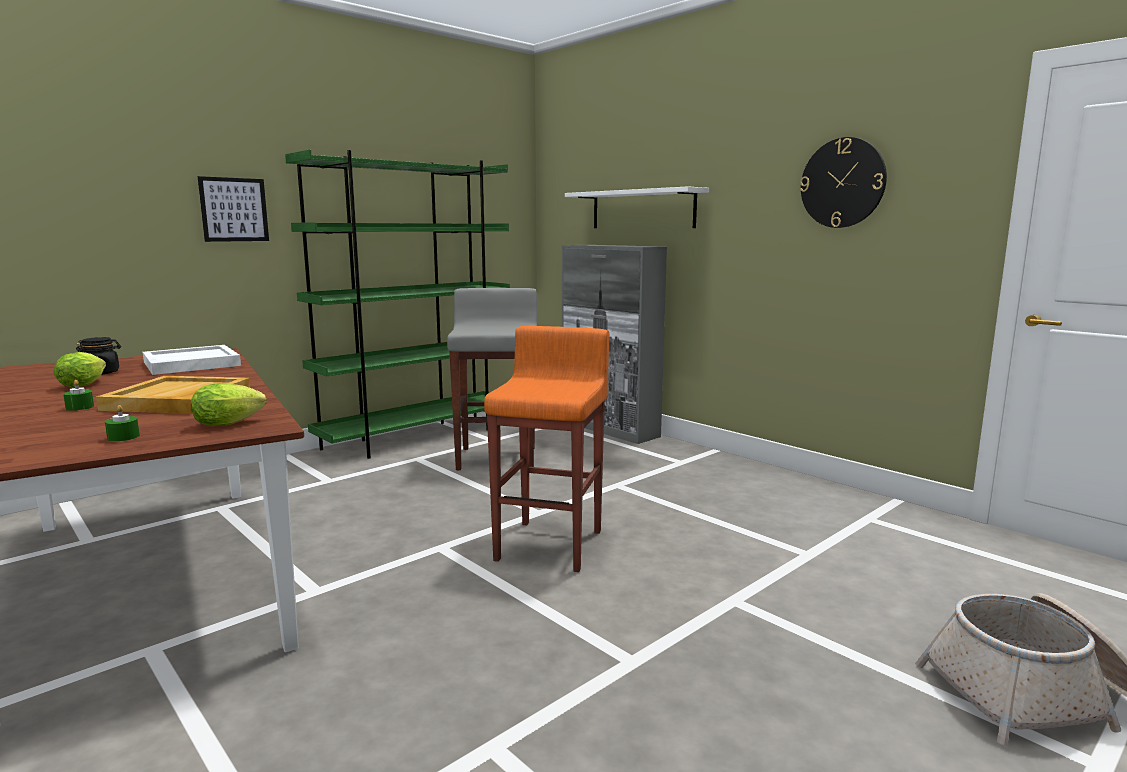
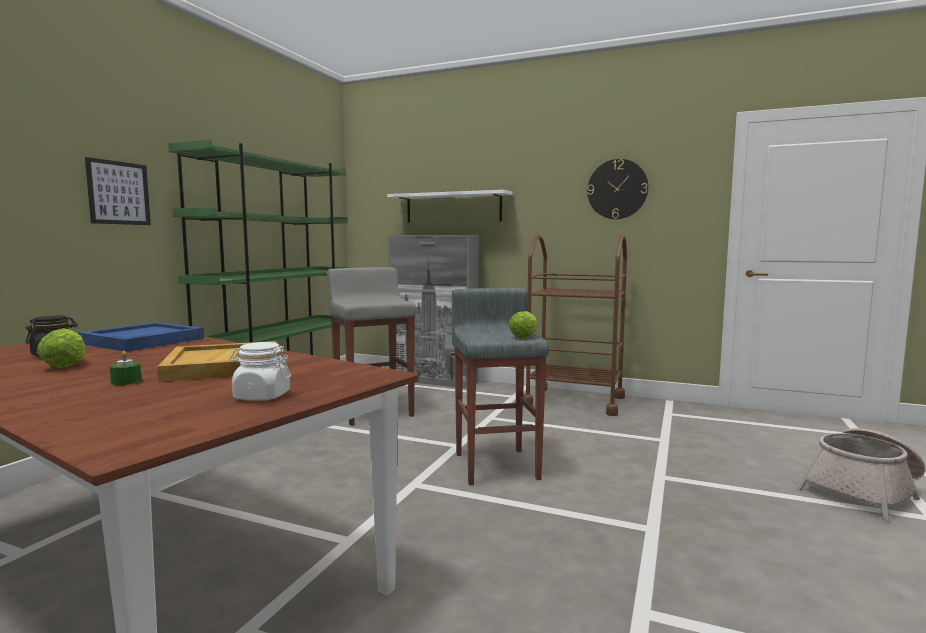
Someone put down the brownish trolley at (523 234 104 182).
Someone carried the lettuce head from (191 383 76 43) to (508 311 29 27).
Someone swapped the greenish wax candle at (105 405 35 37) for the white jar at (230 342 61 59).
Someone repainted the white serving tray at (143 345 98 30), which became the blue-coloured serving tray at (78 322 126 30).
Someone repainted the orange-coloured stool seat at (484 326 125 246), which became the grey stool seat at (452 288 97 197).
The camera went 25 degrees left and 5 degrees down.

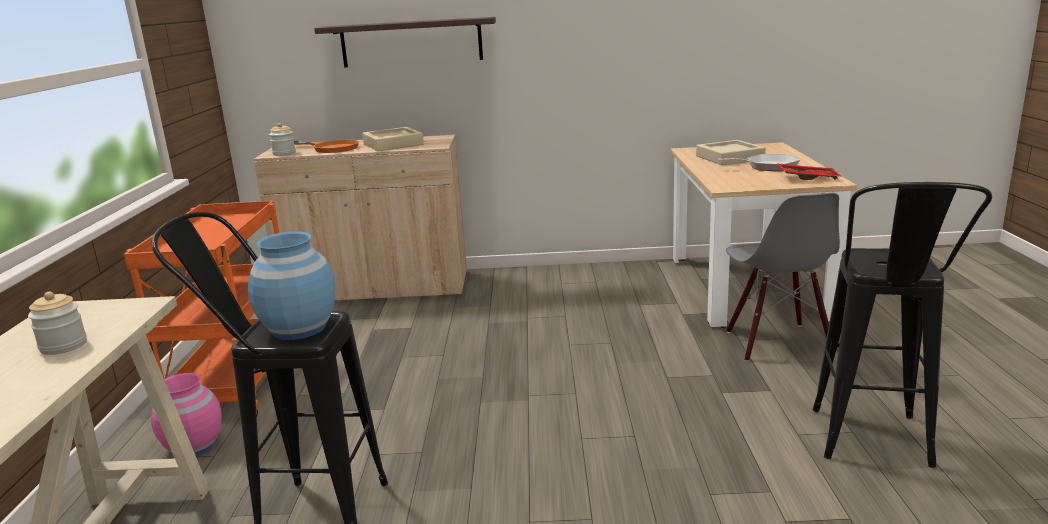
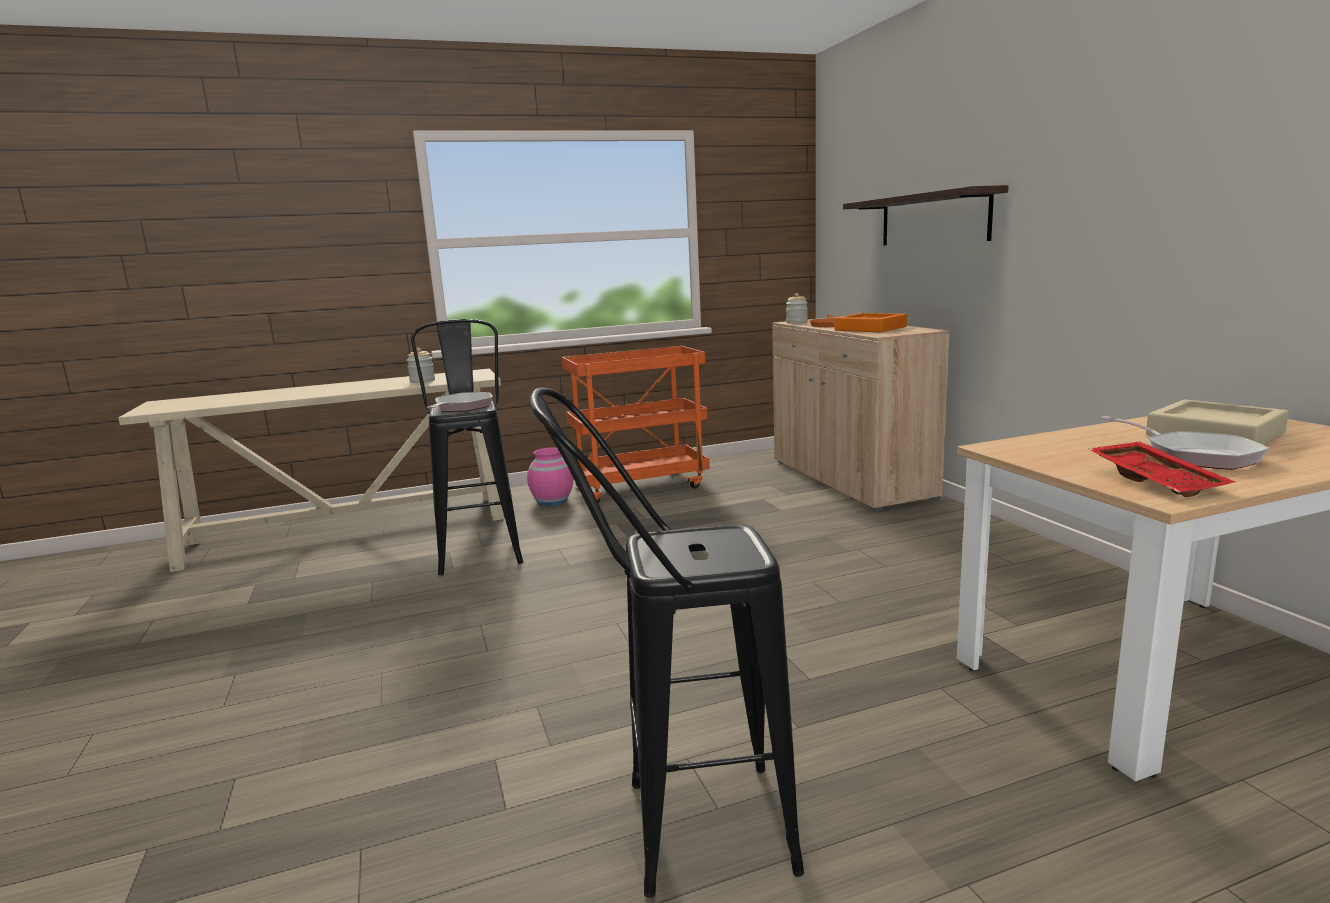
Someone took away the grey plain chair at (726 193 114 169).
Someone swapped the blue-coloured decorative vase at (248 231 87 109) for the frying pan at (427 392 66 20).
Someone repainted the beige serving tray at (362 127 62 24), which became the orange-coloured serving tray at (835 313 72 19).
The camera went 70 degrees right and 5 degrees down.

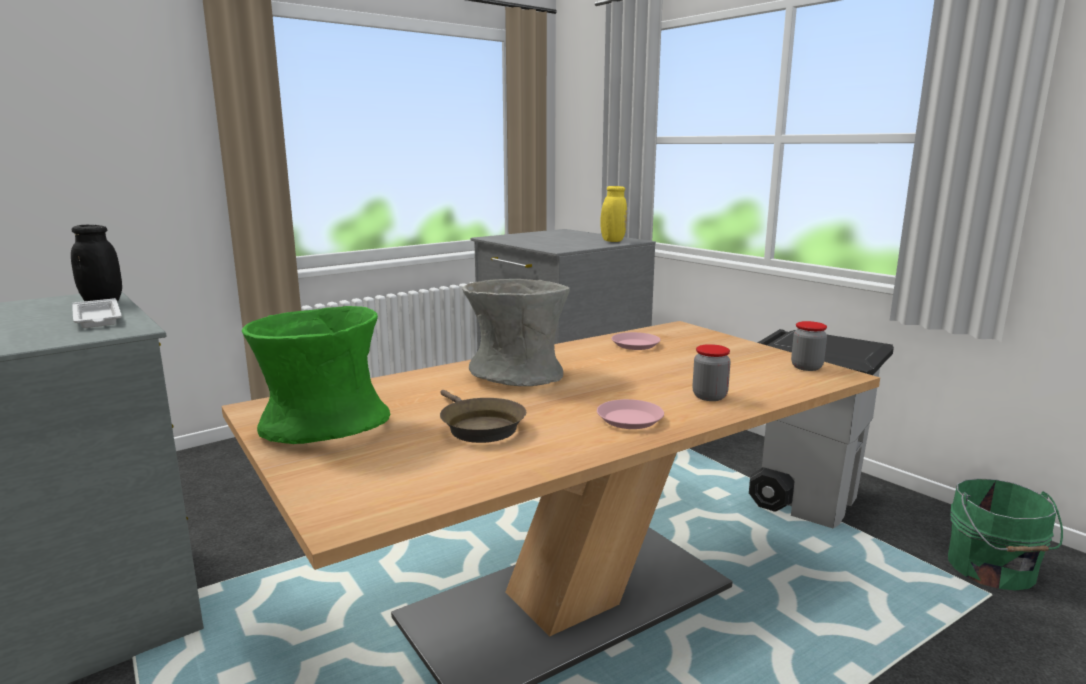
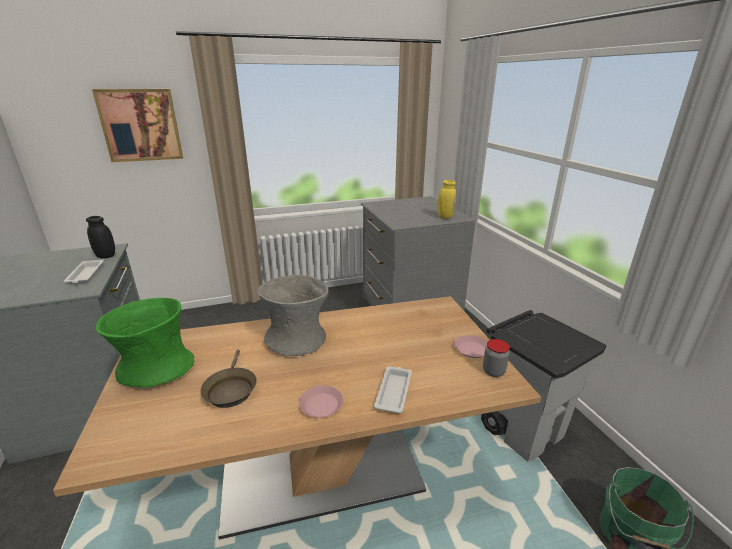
Someone put up the wall picture at (92 89 91 73).
Someone carried the pink-coloured dinner plate from (612 332 49 18) to (454 335 34 23).
Someone swapped the jar at (693 344 38 57) for the white serving tray at (374 366 38 47).
The camera went 20 degrees right and 10 degrees up.

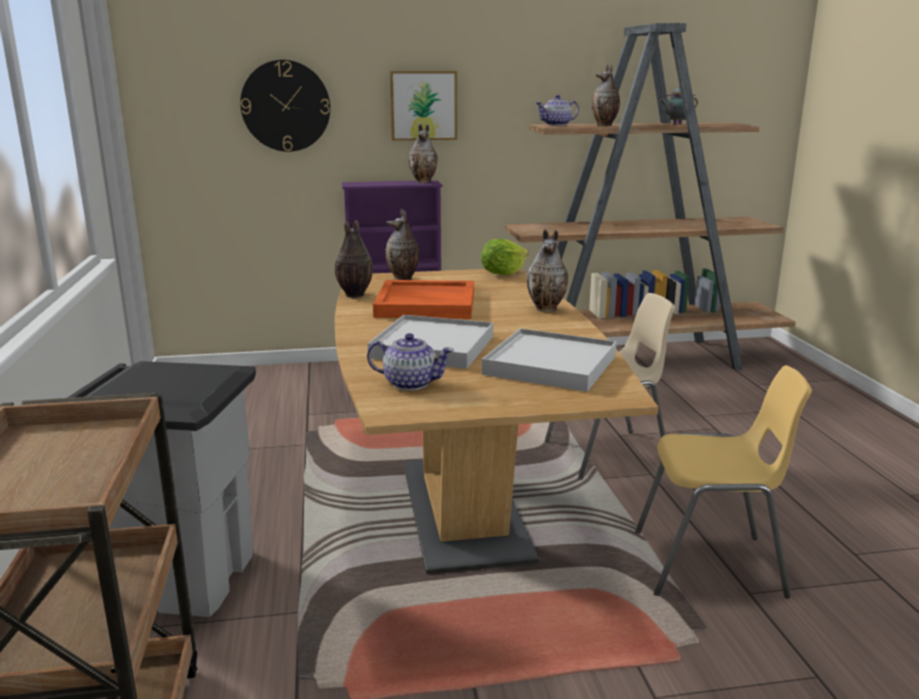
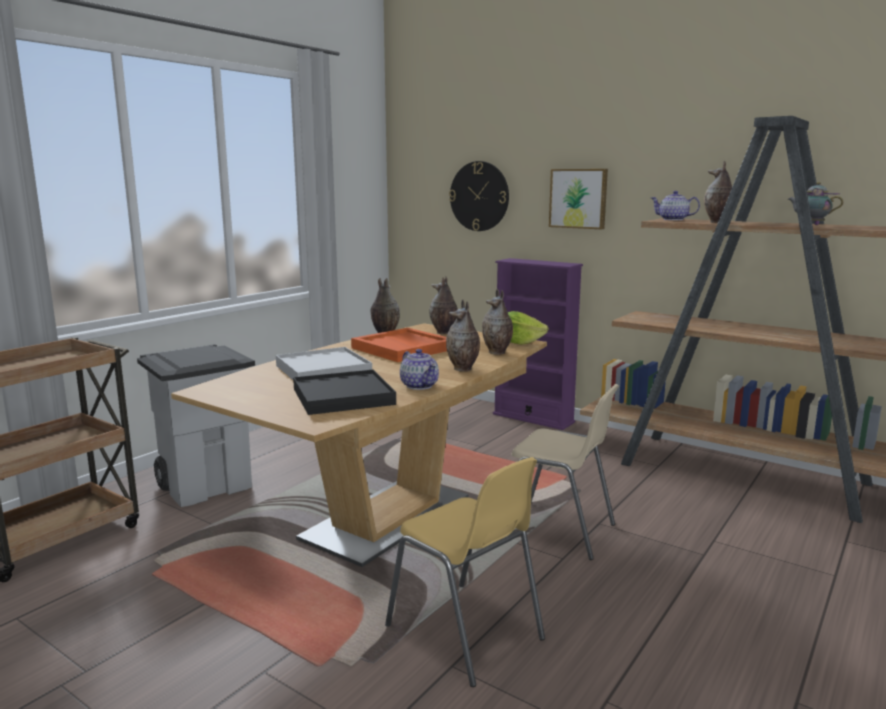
Someone carried the tea pot from (367 333 87 58) to (400 349 39 41).
Someone carried the decorative vase from (409 124 28 59) to (482 289 31 66).
Someone repainted the white serving tray at (482 328 135 64), which became the blackish serving tray at (293 370 103 45).
The camera went 45 degrees right and 5 degrees down.

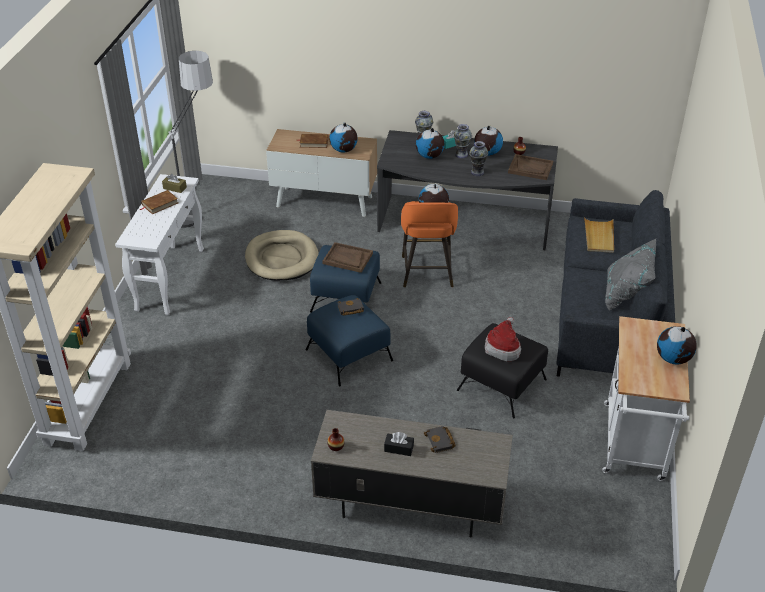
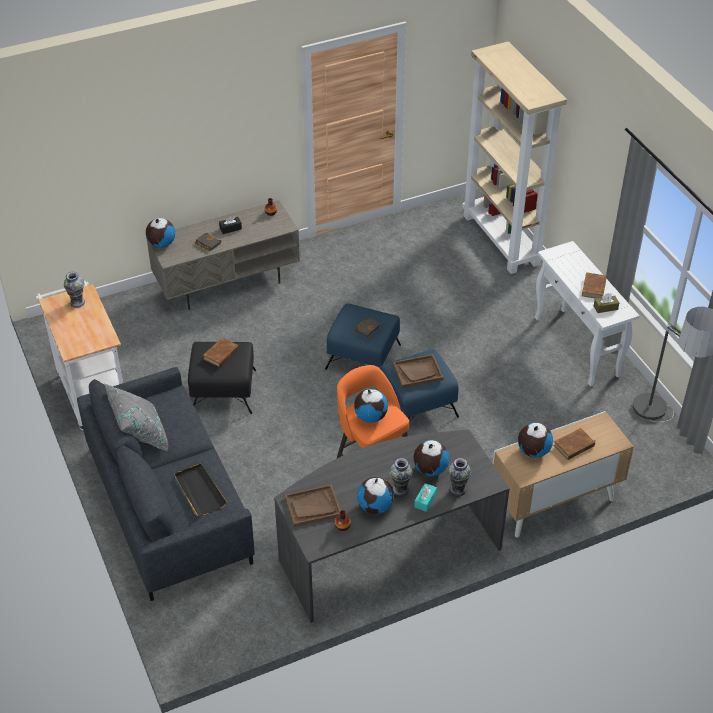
Someone took away the beige dog bed at (245 230 74 50).
Someone carried the decorative vase from (469 141 19 35) to (64 272 21 36).
Someone carried the world globe from (657 326 40 39) to (146 218 29 30).
Someone swapped the clothing hat at (485 317 36 44) for the brownish volume at (203 338 35 29).
Someone repainted the beige serving tray at (584 217 30 36), which became the blackish serving tray at (174 463 53 53).
The camera went 145 degrees right and 5 degrees up.

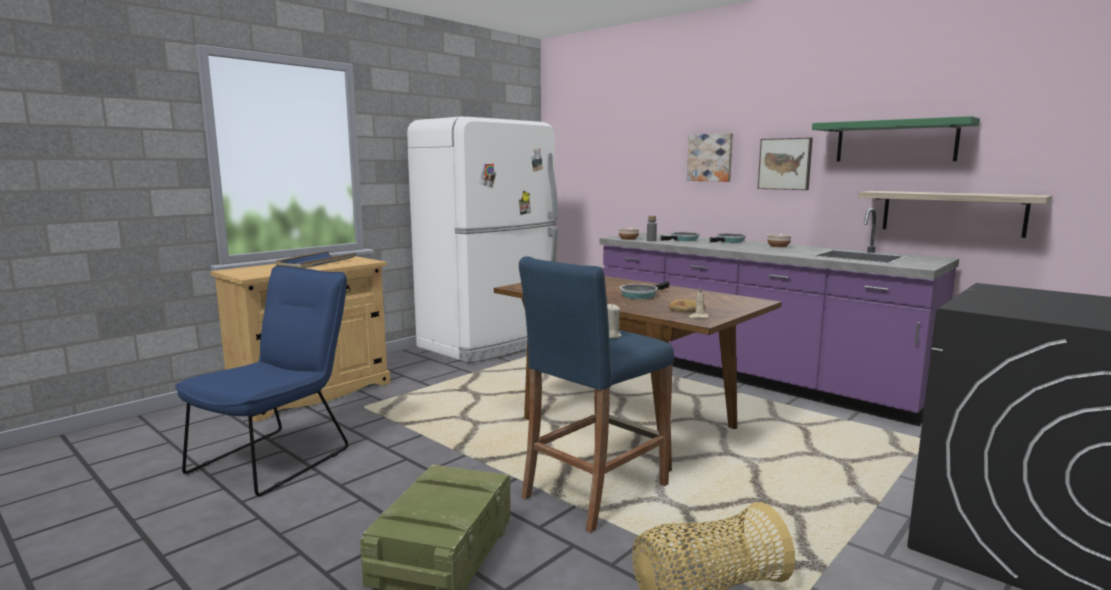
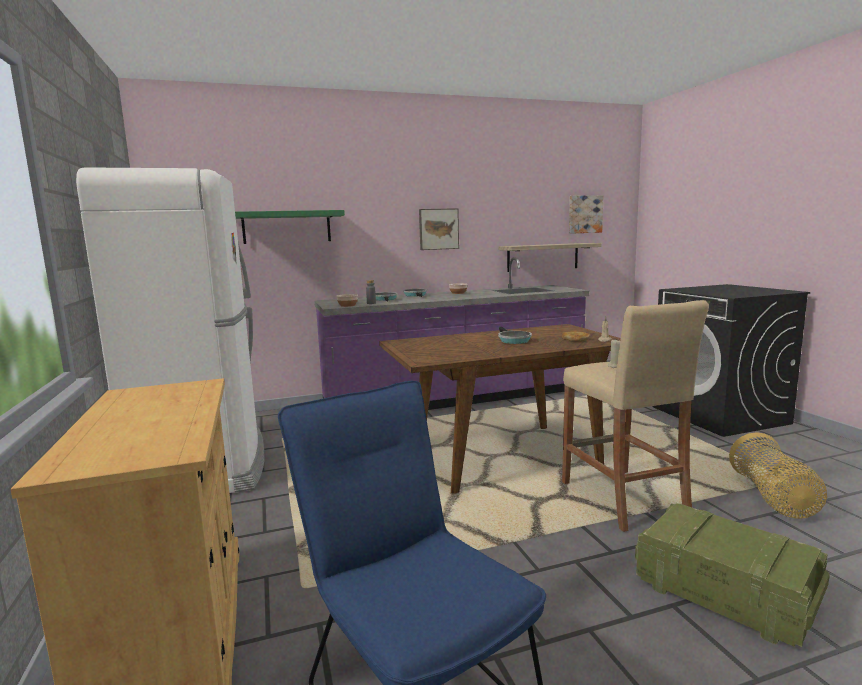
Someone took away the blue-coloured serving tray at (275 251 81 18).
Someone carried the wall picture from (687 133 46 49) to (569 195 34 39).
Someone carried the greenish shelf from (812 116 168 46) to (235 210 110 34).
Someone repainted the blue-coloured stool seat at (519 256 155 277), which became the beige stool seat at (562 300 147 232).
The camera went 60 degrees left and 0 degrees up.

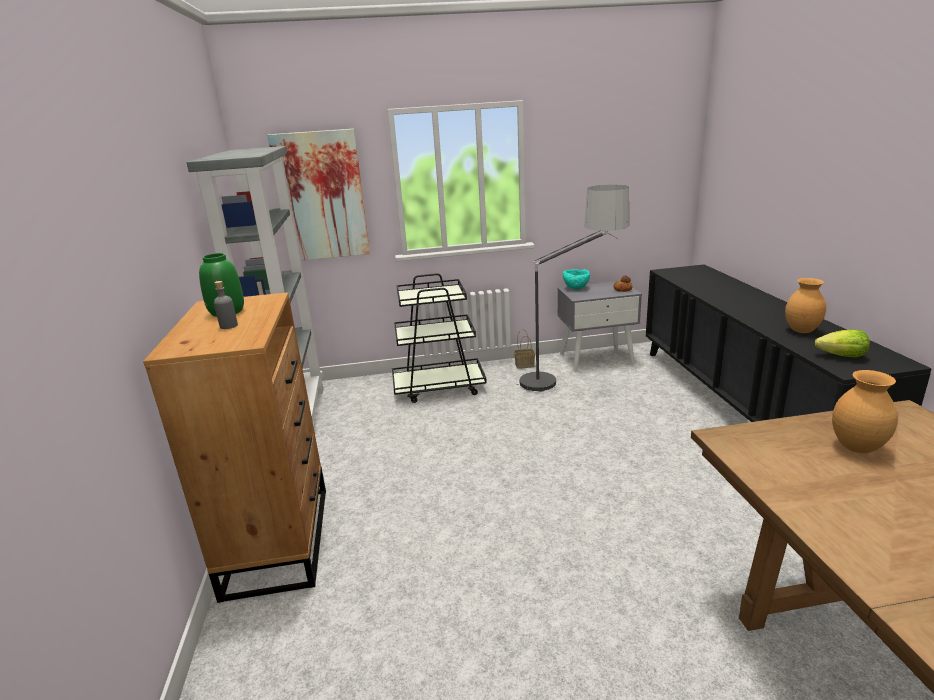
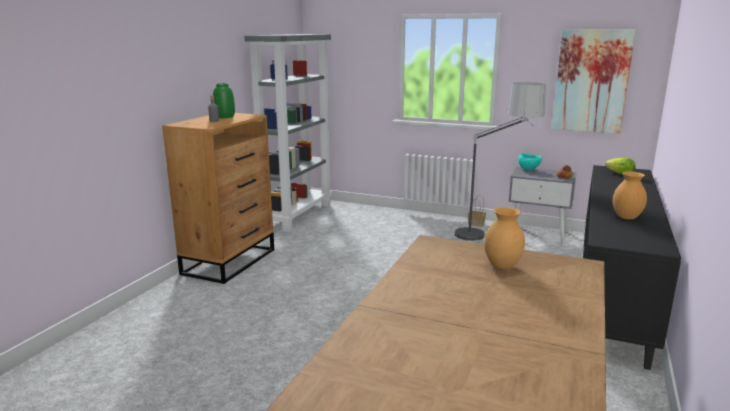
Someone took away the blackish trolley at (392 273 95 130).
Someone carried the wall picture from (268 129 102 132) to (552 30 84 104).
Someone carried the lettuce head from (815 330 55 28) to (605 158 31 16).
The camera went 30 degrees right and 5 degrees down.

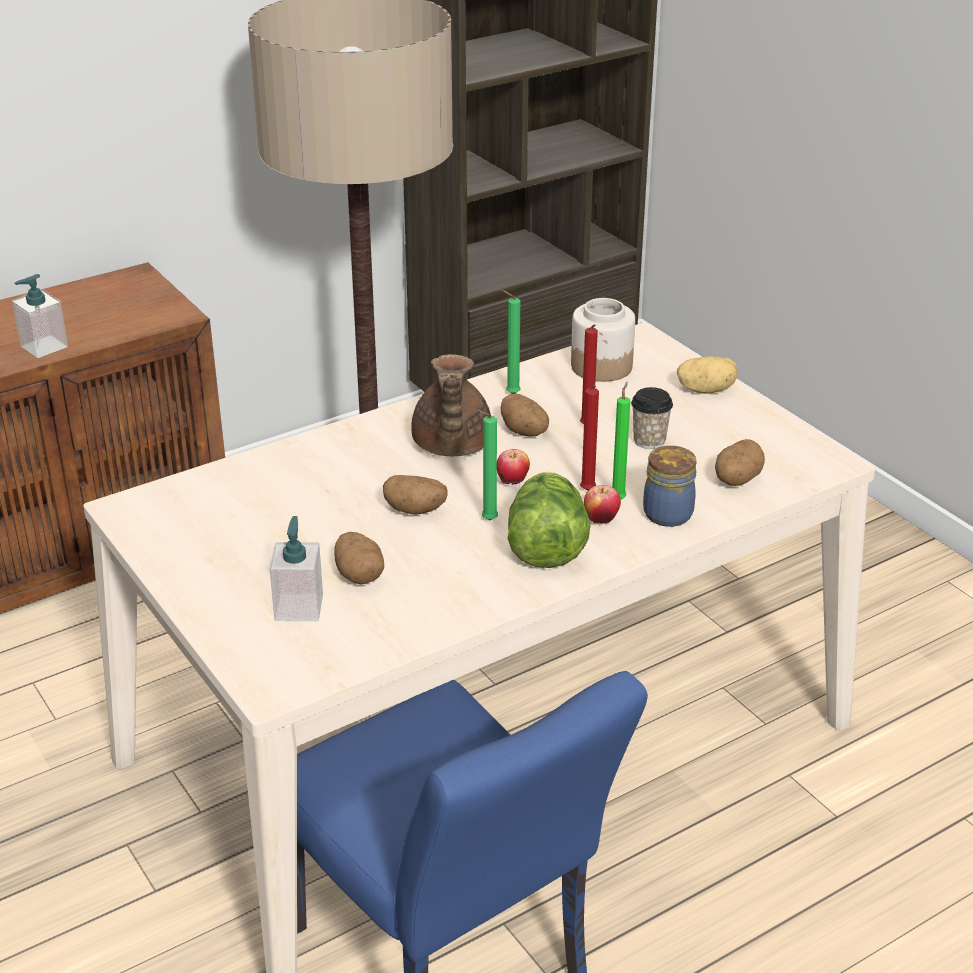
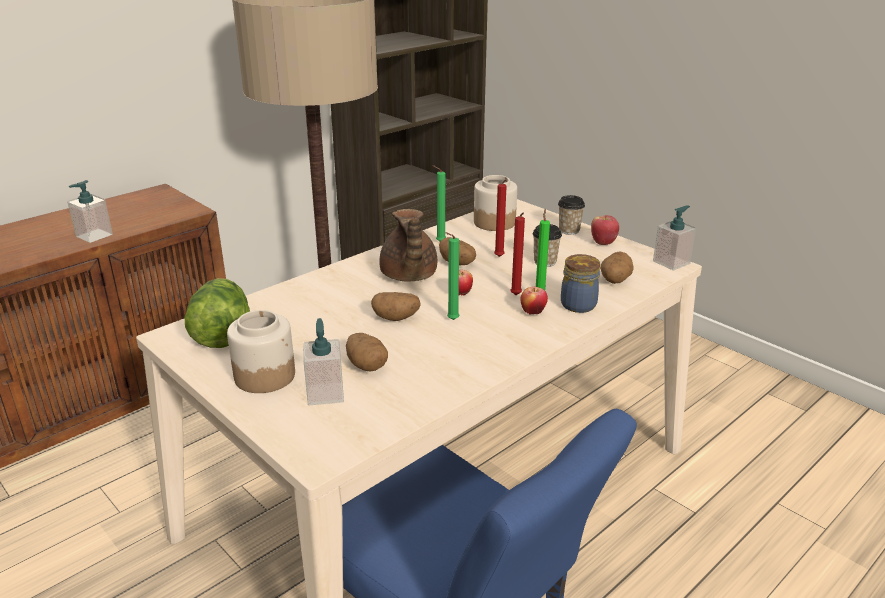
Someone put down the jar at (227 310 68 83).
Someone put down the whole apple at (591 215 28 30).
Someone put down the liquid soap bottle at (653 206 43 64).
Someone carried the lettuce head from (508 471 82 97) to (185 278 65 70).
Someone swapped the potato at (677 356 60 38) for the cup at (558 195 27 40).
The camera went 10 degrees left and 5 degrees down.

